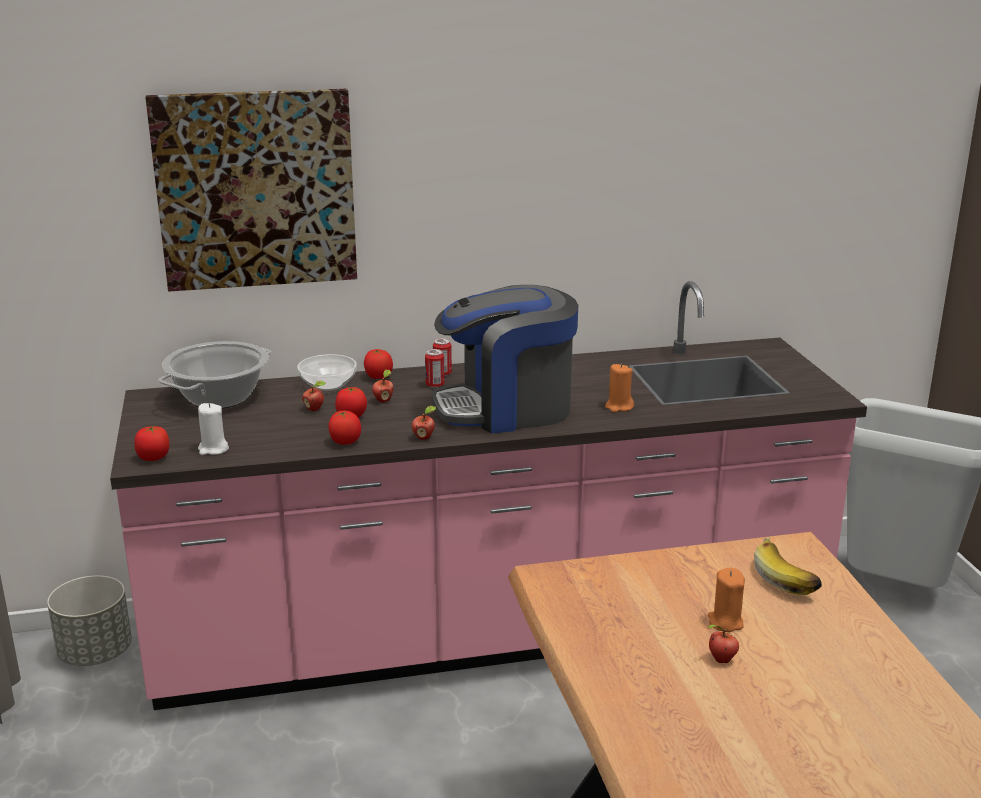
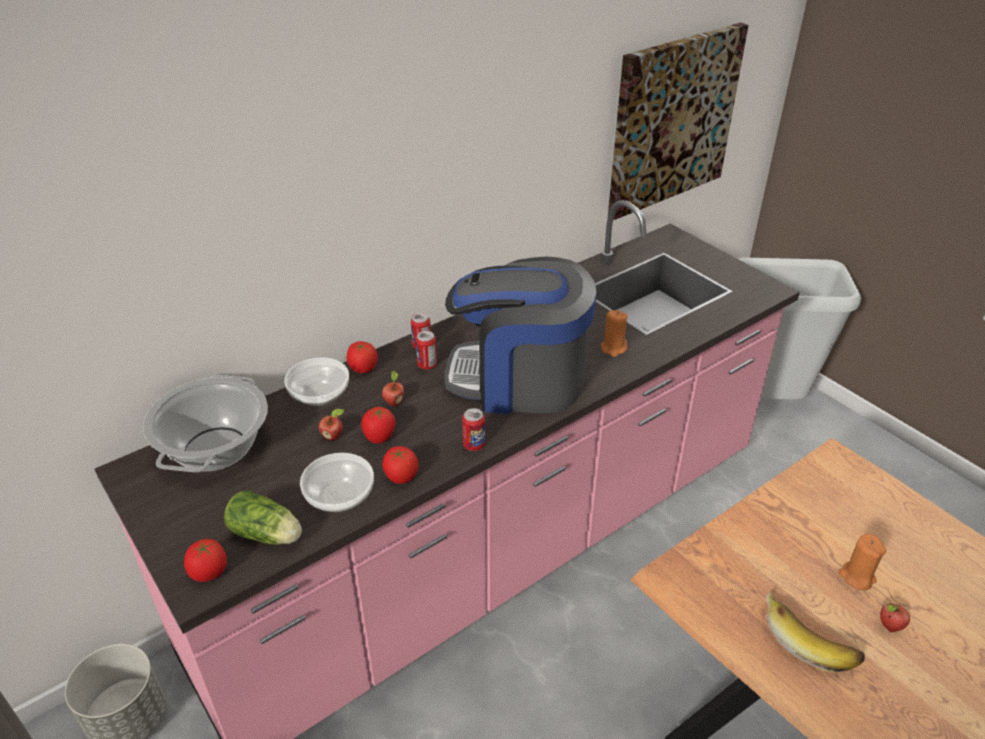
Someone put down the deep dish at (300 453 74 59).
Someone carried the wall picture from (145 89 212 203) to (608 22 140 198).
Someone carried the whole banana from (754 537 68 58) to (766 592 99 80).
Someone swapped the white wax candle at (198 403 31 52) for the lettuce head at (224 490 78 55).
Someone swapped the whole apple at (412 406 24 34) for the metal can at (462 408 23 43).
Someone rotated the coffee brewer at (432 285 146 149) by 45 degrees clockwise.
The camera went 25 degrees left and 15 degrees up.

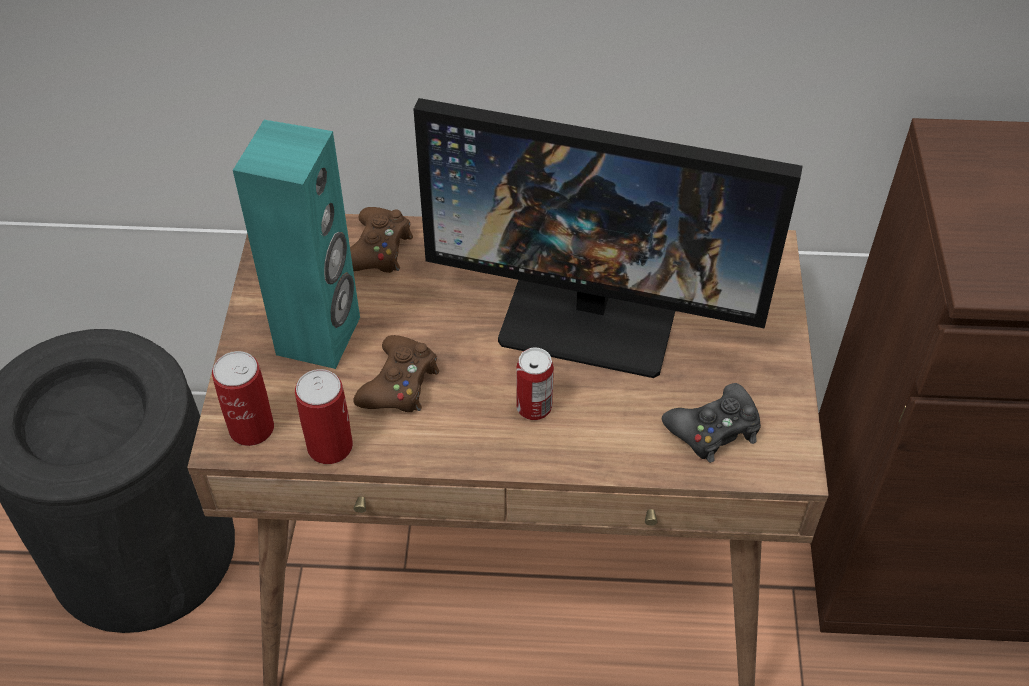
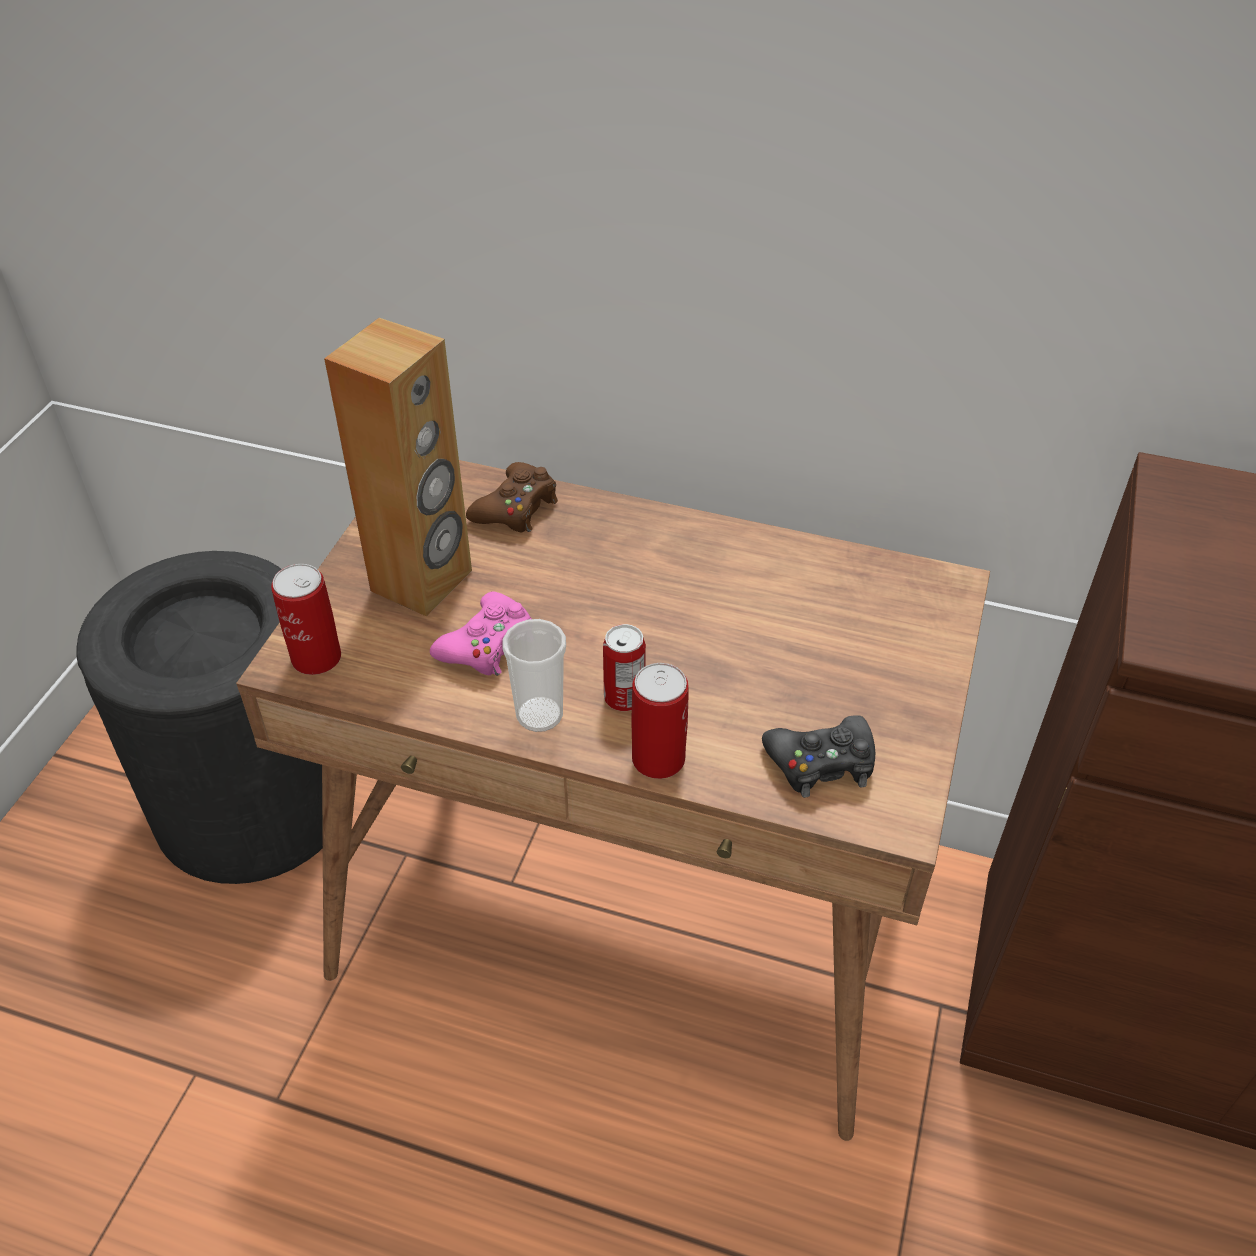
Someone took away the computer screen at (413 98 390 280).
Someone put down the cup at (502 619 64 113).
Someone carried the metal can from (295 369 58 95) to (631 663 58 116).
Someone repainted the turquoise loudspeaker at (233 120 127 249), which became the brownish loudspeaker at (324 318 148 299).
Someone repainted the brownish gamepad at (353 335 86 77), which became the pink-coloured gamepad at (430 592 102 84).
The camera went 15 degrees right and 5 degrees down.

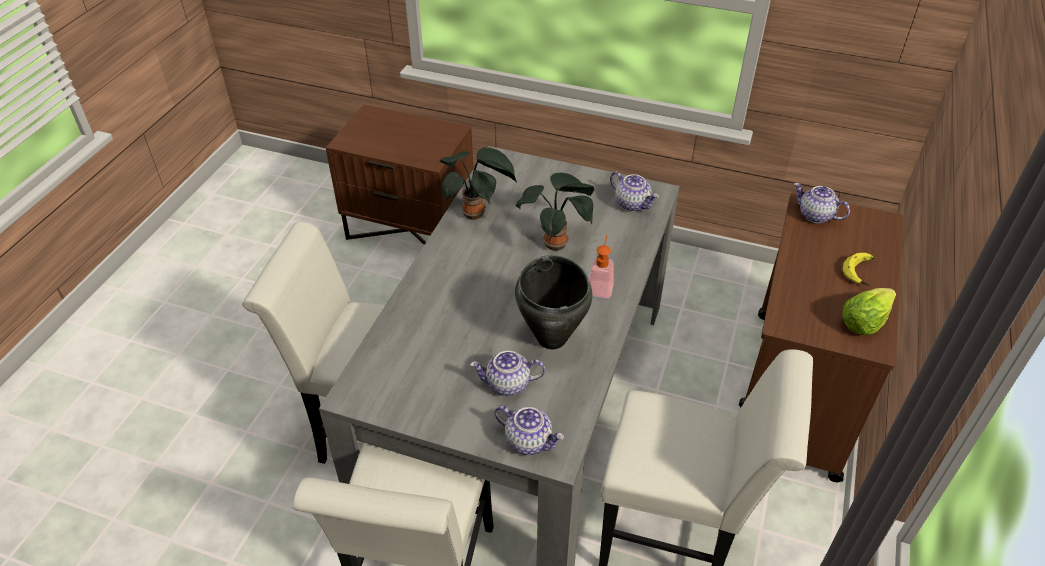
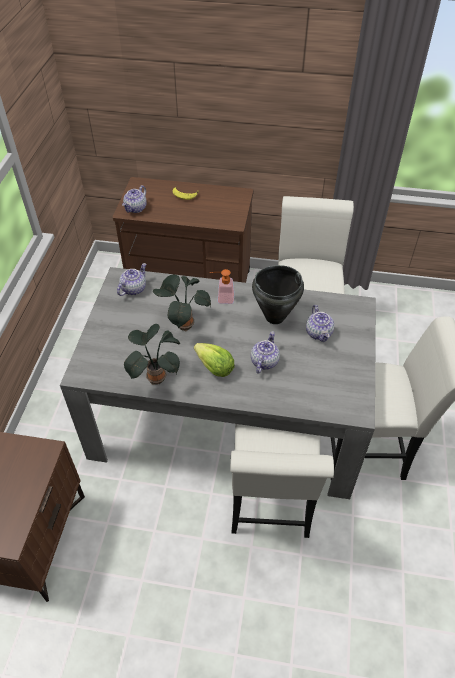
Someone carried the tea pot from (495 405 69 50) to (251 331 29 43).
Someone carried the lettuce head from (842 288 54 47) to (194 343 41 34).
The camera went 100 degrees left and 5 degrees up.

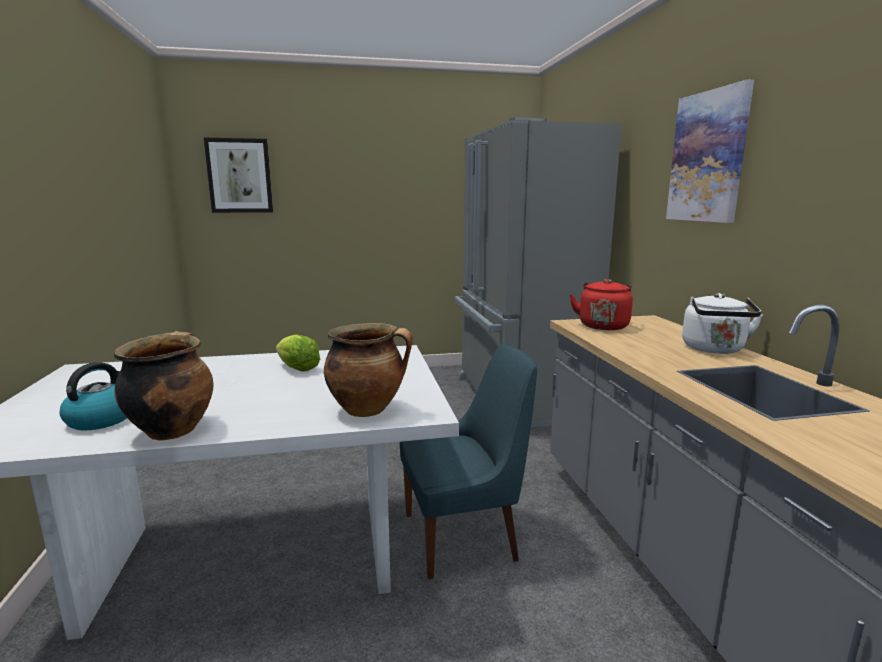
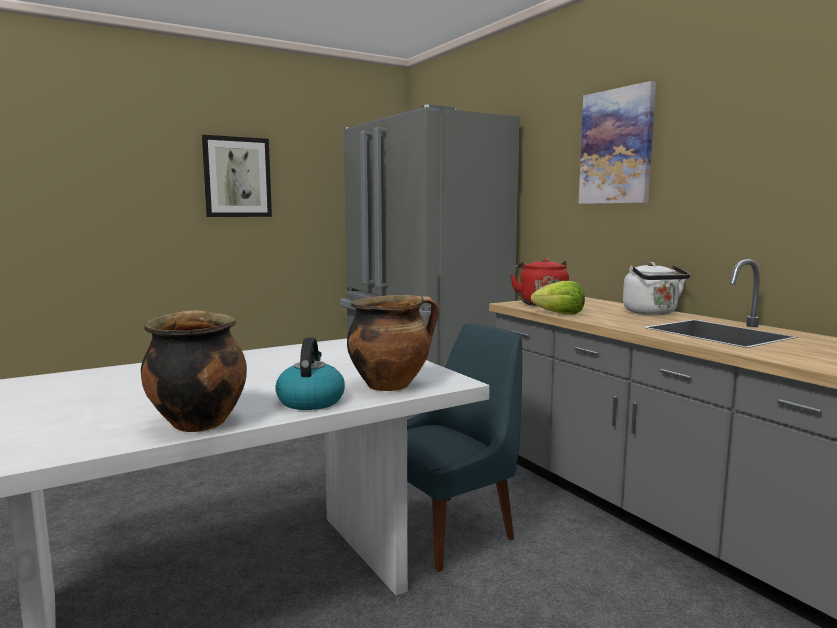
Someone carried the kettle from (59 362 68 68) to (275 337 70 73).
Someone carried the wall picture from (204 138 69 75) to (202 135 70 82).
Someone carried the lettuce head from (276 334 44 37) to (531 281 54 34).
The camera went 20 degrees left and 5 degrees down.

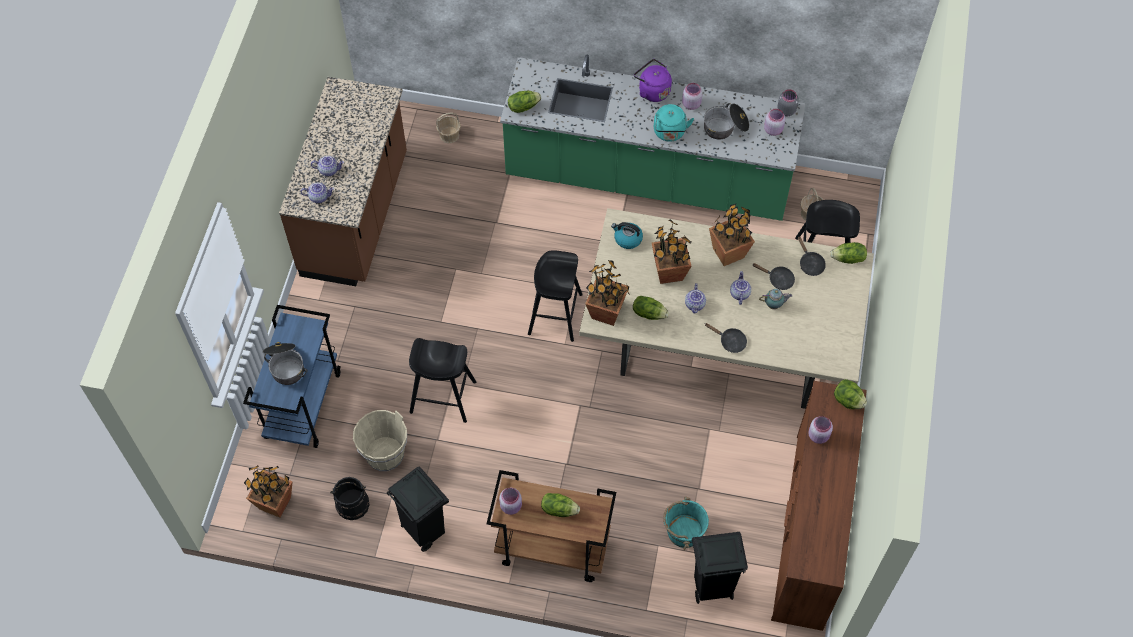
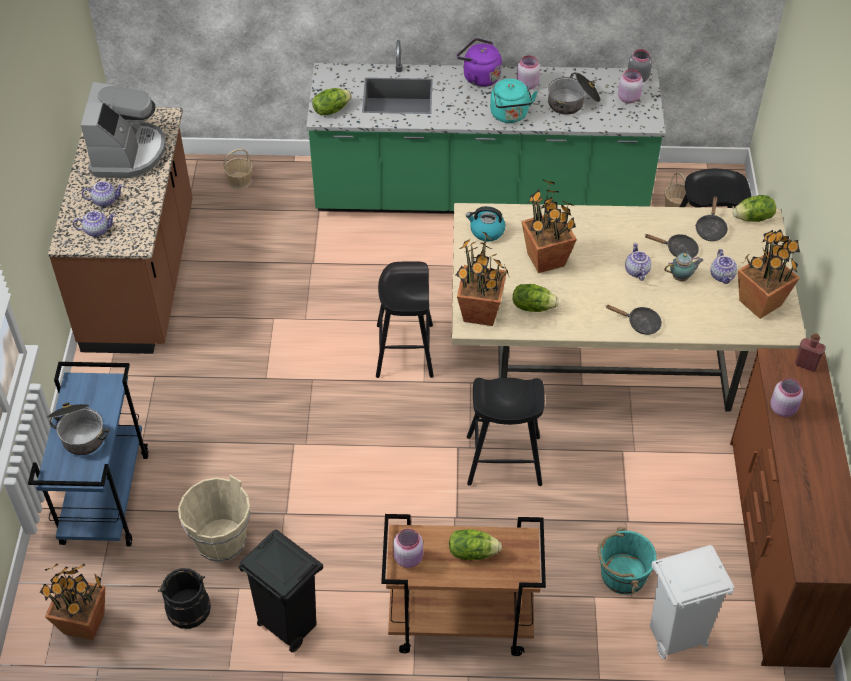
Someone put down the coffee brewer at (81 82 85 96).
Someone carried the blackish stool seat from (409 338 67 85) to (467 378 78 108).
Someone carried the tea pot from (685 283 21 31) to (710 249 27 35).
Someone carried the houseplant from (709 204 46 62) to (738 229 62 90).
Someone swapped the lettuce head at (834 379 33 30) for the red-coloured drink bottle at (795 333 30 39).
Someone repainted the blackish waste bin at (692 532 56 72), which became the white waste bin at (650 545 84 115).
Someone rotated the blackish frying pan at (798 236 28 40) by 45 degrees clockwise.
The camera went 10 degrees left and 10 degrees down.

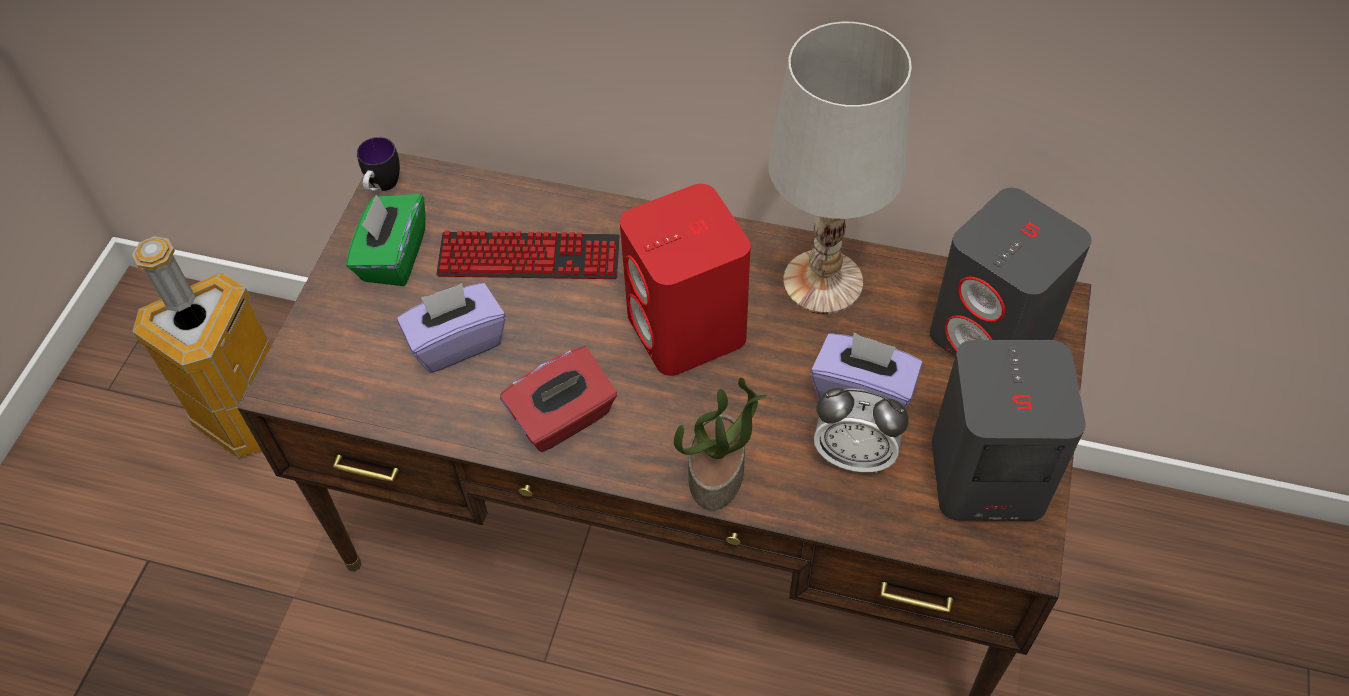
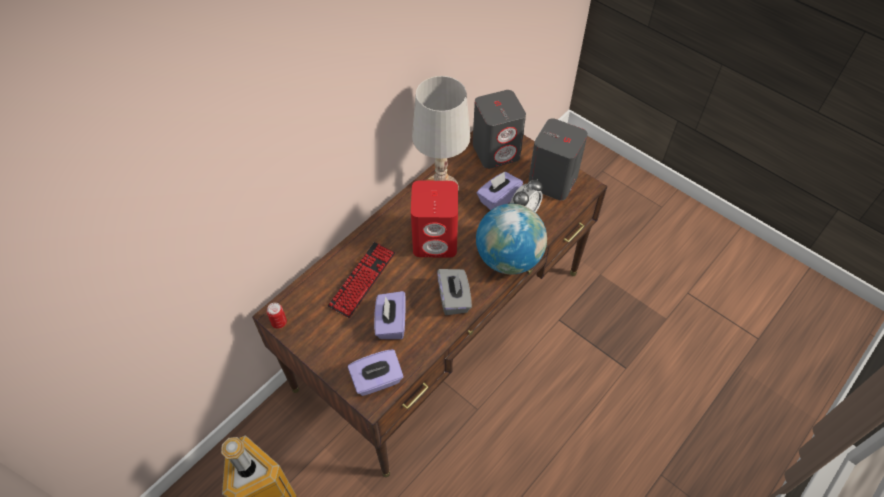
Someone took away the greenish box of tissues at (346 194 79 92).
Someone put down the purple box of tissues at (348 349 55 47).
Someone swapped the mug at (357 137 43 55) for the metal can at (267 303 20 26).
Someone swapped the houseplant at (674 378 93 133) for the world globe at (476 203 71 71).
Someone repainted the red-coloured box of tissues at (500 346 117 106), which became the grey box of tissues at (437 269 35 46).
The camera went 65 degrees left and 0 degrees up.

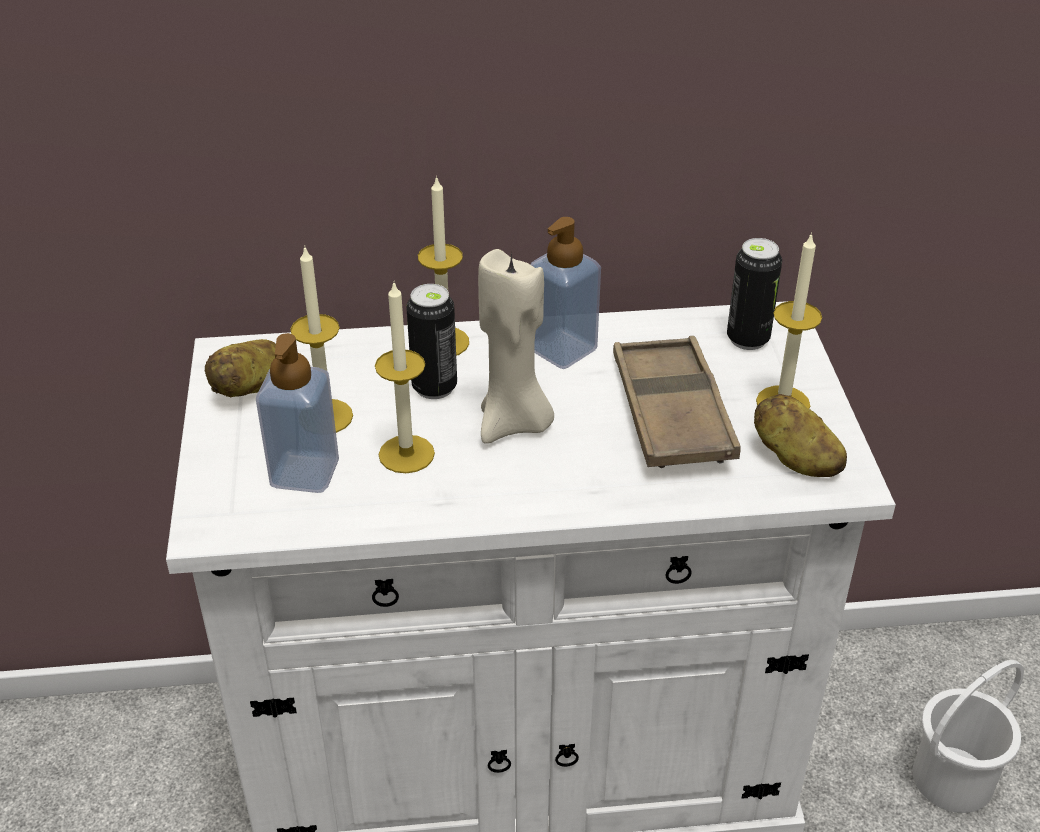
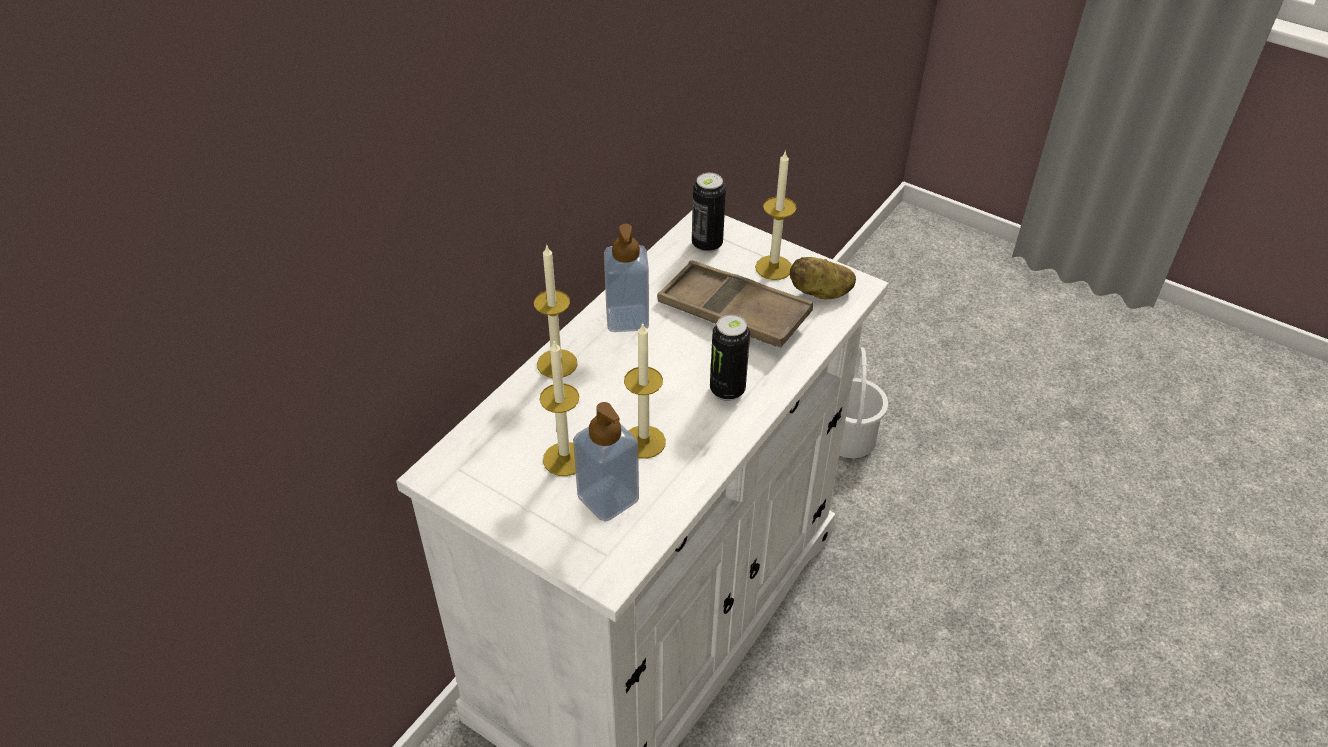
Someone took away the potato at (205 339 71 58).
Someone took away the beige wax candle at (478 249 76 195).
Someone carried the metal can from (406 284 51 115) to (710 315 40 86).
The camera went 50 degrees left and 5 degrees up.

